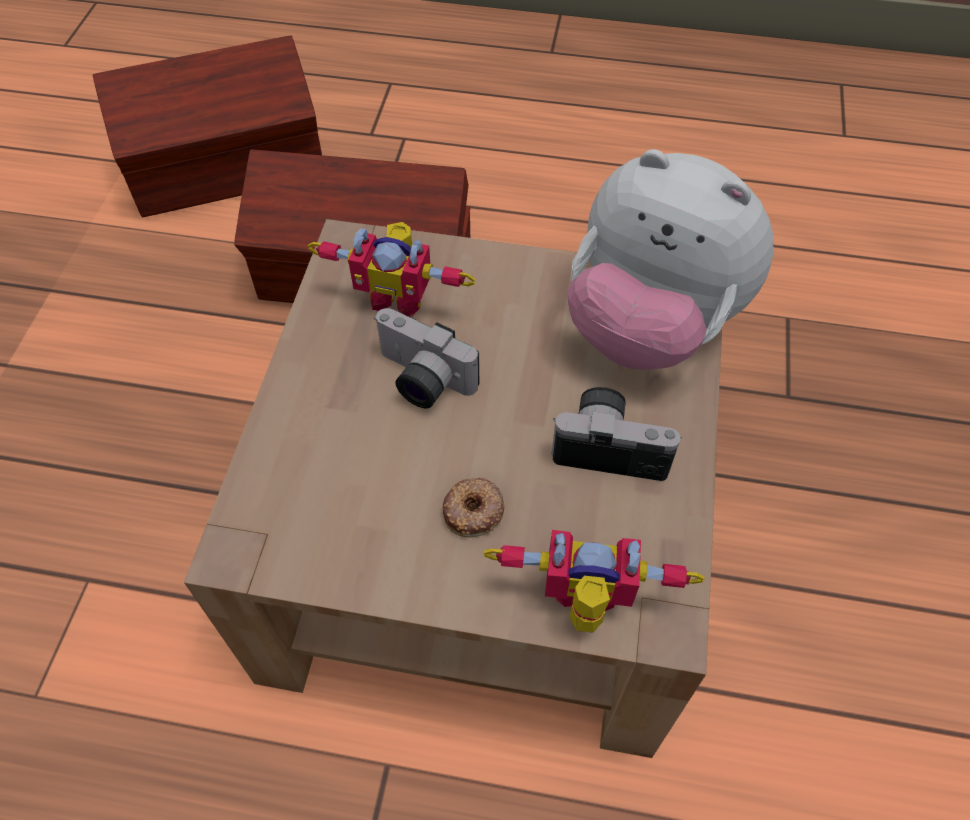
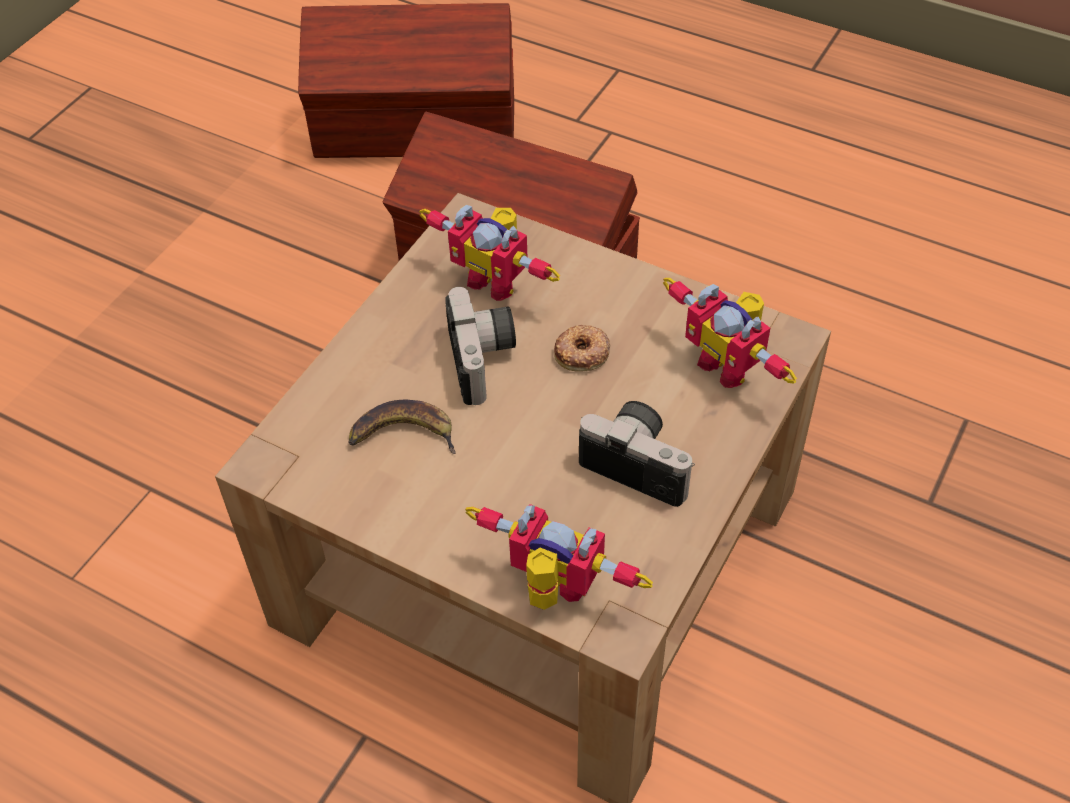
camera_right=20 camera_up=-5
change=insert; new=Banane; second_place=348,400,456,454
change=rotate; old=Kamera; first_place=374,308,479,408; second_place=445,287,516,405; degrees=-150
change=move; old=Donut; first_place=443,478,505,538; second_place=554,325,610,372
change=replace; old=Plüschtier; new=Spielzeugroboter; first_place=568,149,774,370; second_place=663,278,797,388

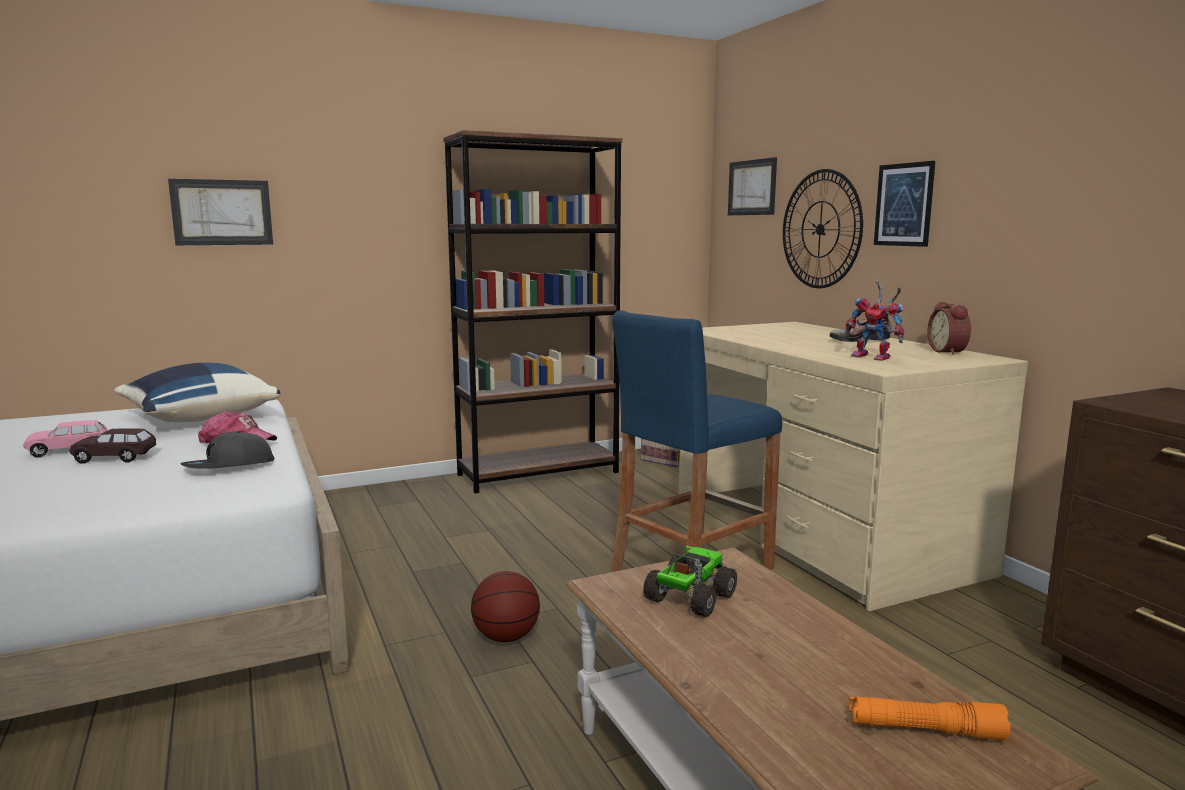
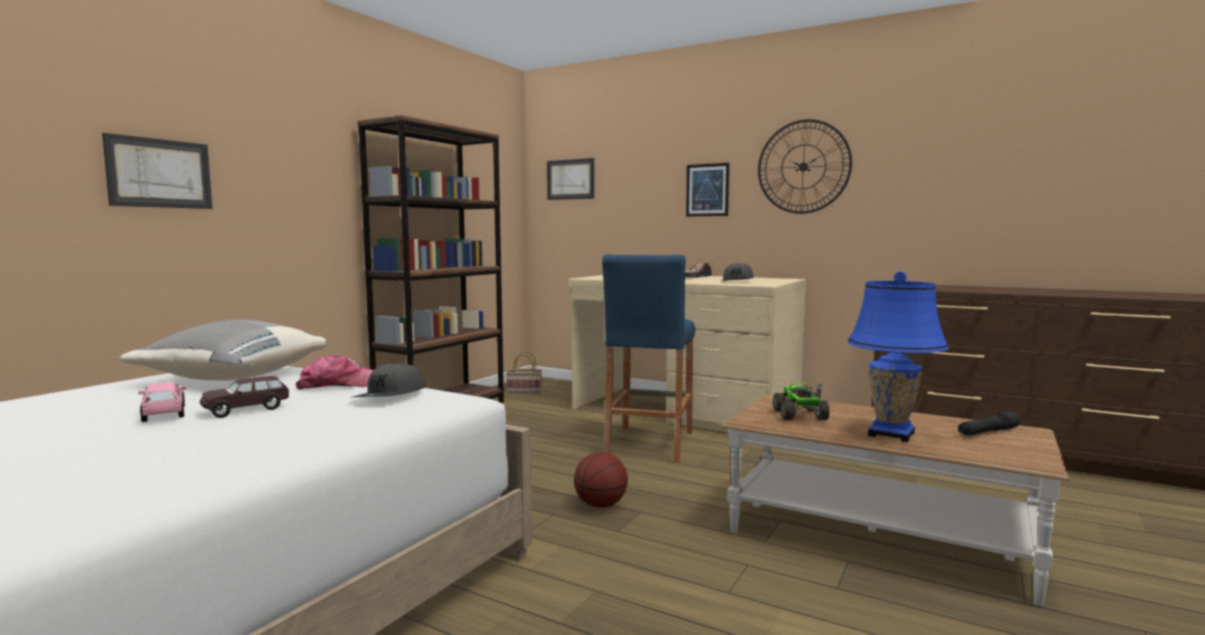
camera_right=-35 camera_up=-5
change=recolor; old=Kissen/blau; new=Kissen/grau; first_place=114,363,281,423; second_place=119,320,328,381
change=rotate; old=Spielzeugauto/rosa; first_place=23,420,108,458; second_place=138,382,186,422; degrees=120
change=replace; old=Spielzeugroboter; new=Kappe/grau; first_place=844,280,905,361; second_place=722,263,754,281
change=move; old=Wanduhr; first_place=783,169,863,288; second_place=758,119,852,214
change=insert; new=Tischlampe/blau; second_place=847,271,949,442
change=recolor; old=Taschenlampe/orange; new=Taschenlampe/schwarz; first_place=849,696,1011,740; second_place=958,411,1020,436
change=delete; old=Wecker; first_place=928,302,971,355

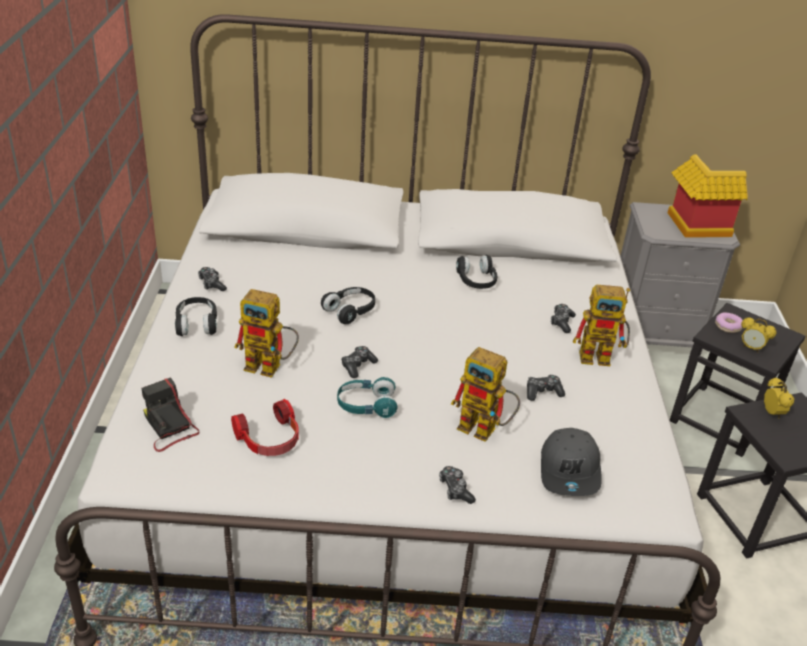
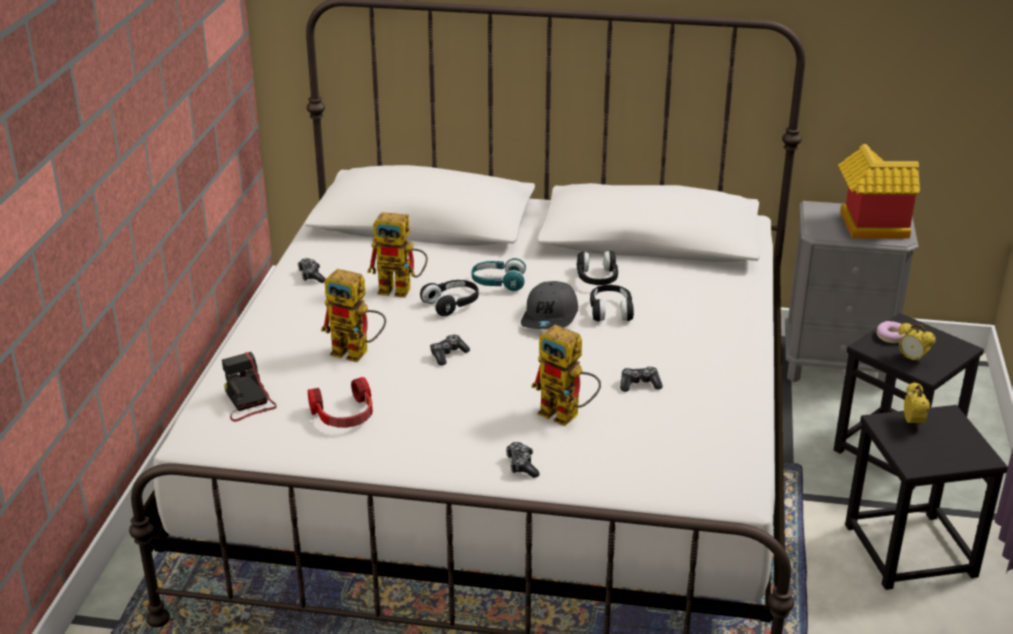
camera_right=10 camera_up=-5
change=move; old=Spielzeugroboter; first_place=573,284,630,366; second_place=367,212,428,298
change=move; old=Kopfhörer/türkis; first_place=337,377,397,418; second_place=471,258,526,291
change=move; old=Kappe/grau; first_place=541,428,602,496; second_place=521,281,578,329
change=move; old=Kopfhörer/schwarz; first_place=175,297,217,336; second_place=590,285,634,322
change=delete; old=Gamepad; first_place=551,304,576,333

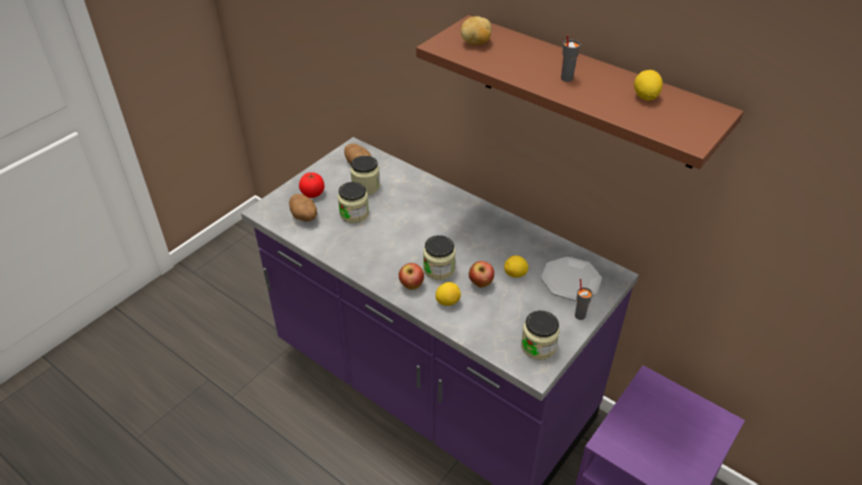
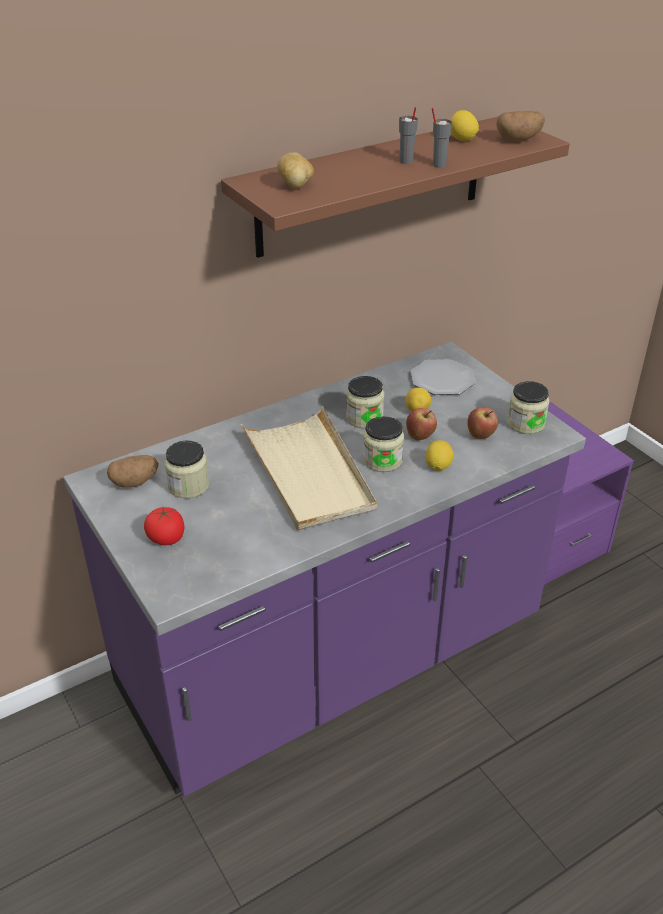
camera_right=-70 camera_up=-5
change=insert; new=Tablett/beige; second_place=241,406,377,530
change=move; old=Vorratsglas; first_place=338,182,369,223; second_place=346,376,384,428
change=move; old=Tasse/grau; first_place=575,279,593,320; second_place=432,108,452,167
change=move; old=Apfel; first_place=399,263,424,290; second_place=467,407,498,439
change=move; old=Kartoffel; first_place=289,194,317,222; second_place=496,111,545,142

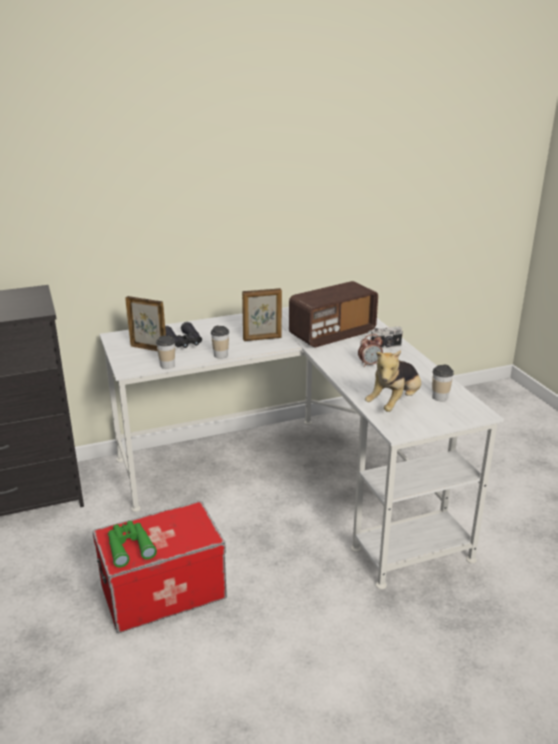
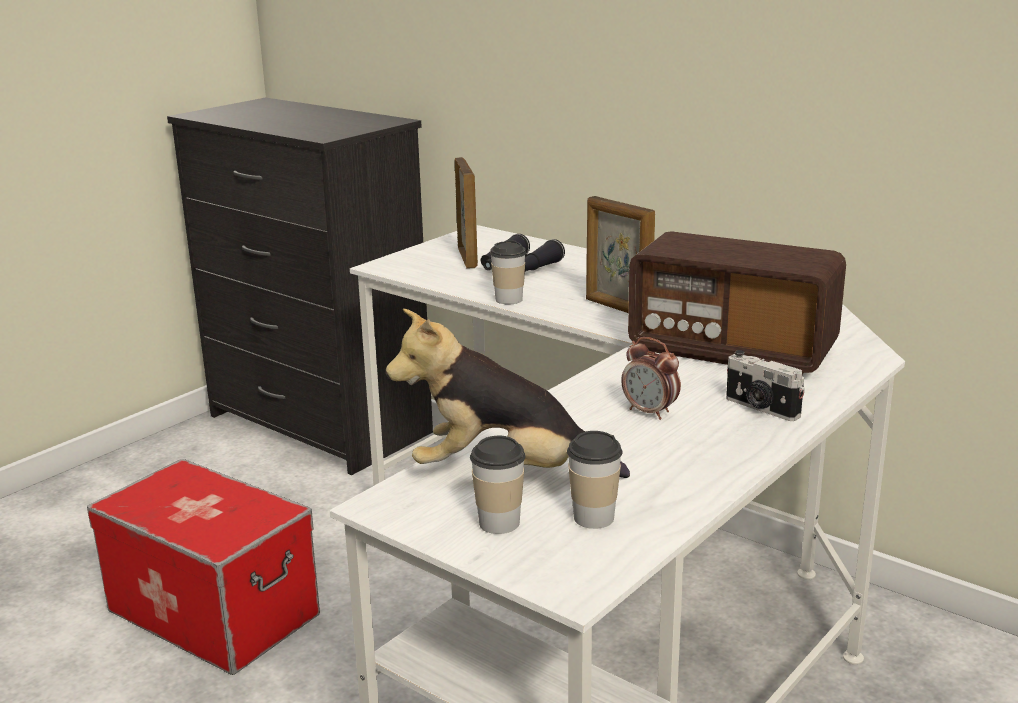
camera_right=60 camera_up=-5
change=move; old=Tasse; first_place=156,335,175,369; second_place=470,436,526,534
change=delete; old=Fernglas/grün; first_place=108,521,157,567

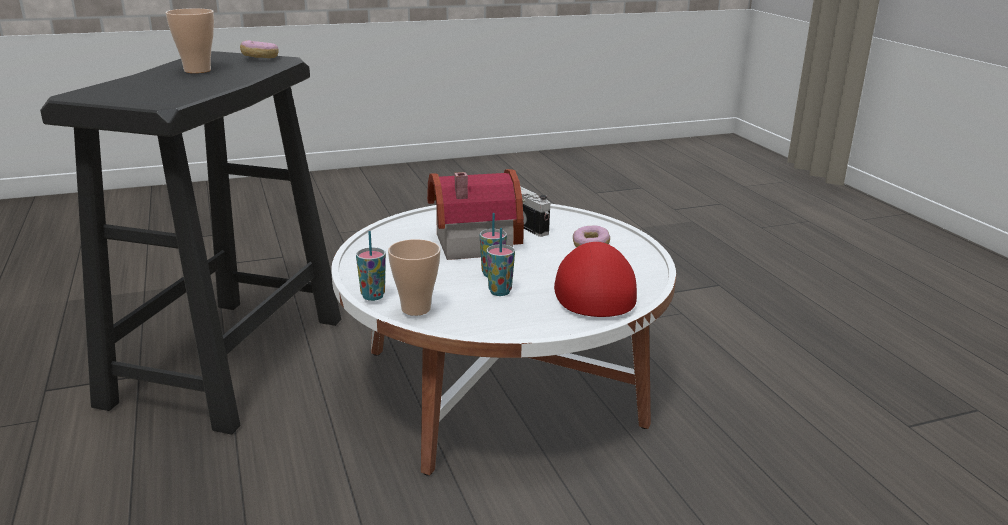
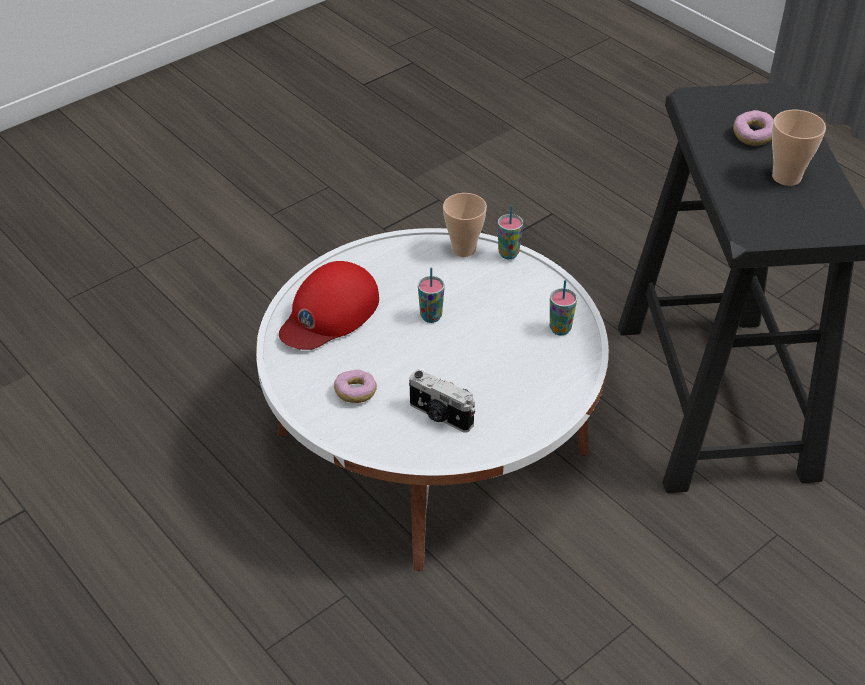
camera_right=160 camera_up=20
change=rotate; old=Kappe/rot; first_place=554,242,637,317; second_place=279,261,379,350; degrees=60
change=move; old=Tasse; first_place=486,228,515,296; second_place=550,280,577,335
change=move; old=Donut; first_place=240,40,279,58; second_place=733,110,774,146
change=delete; old=Spielzeughaus; first_place=427,169,524,260

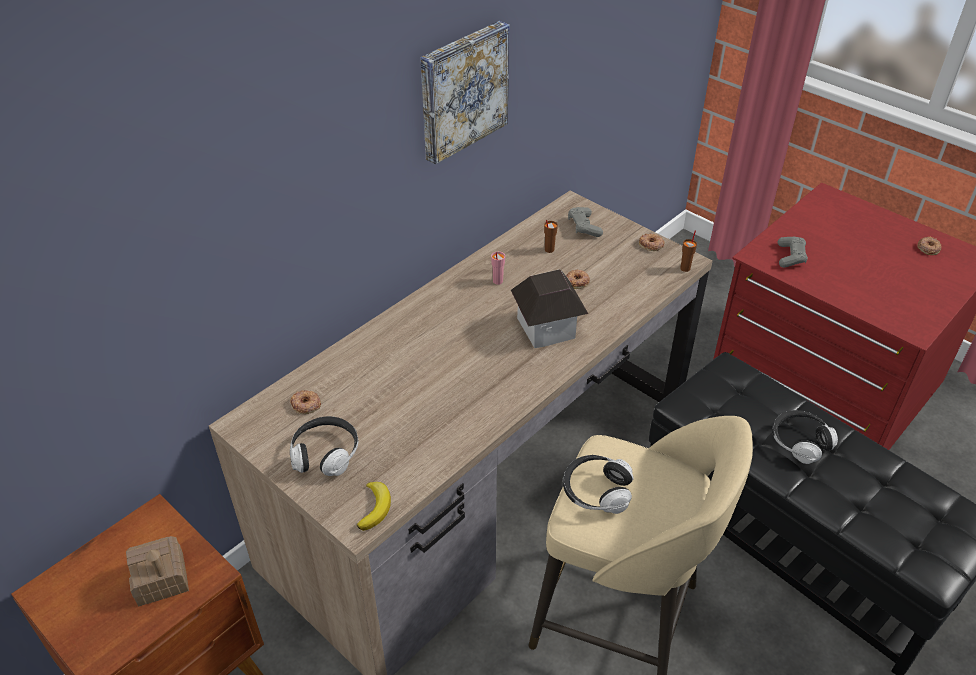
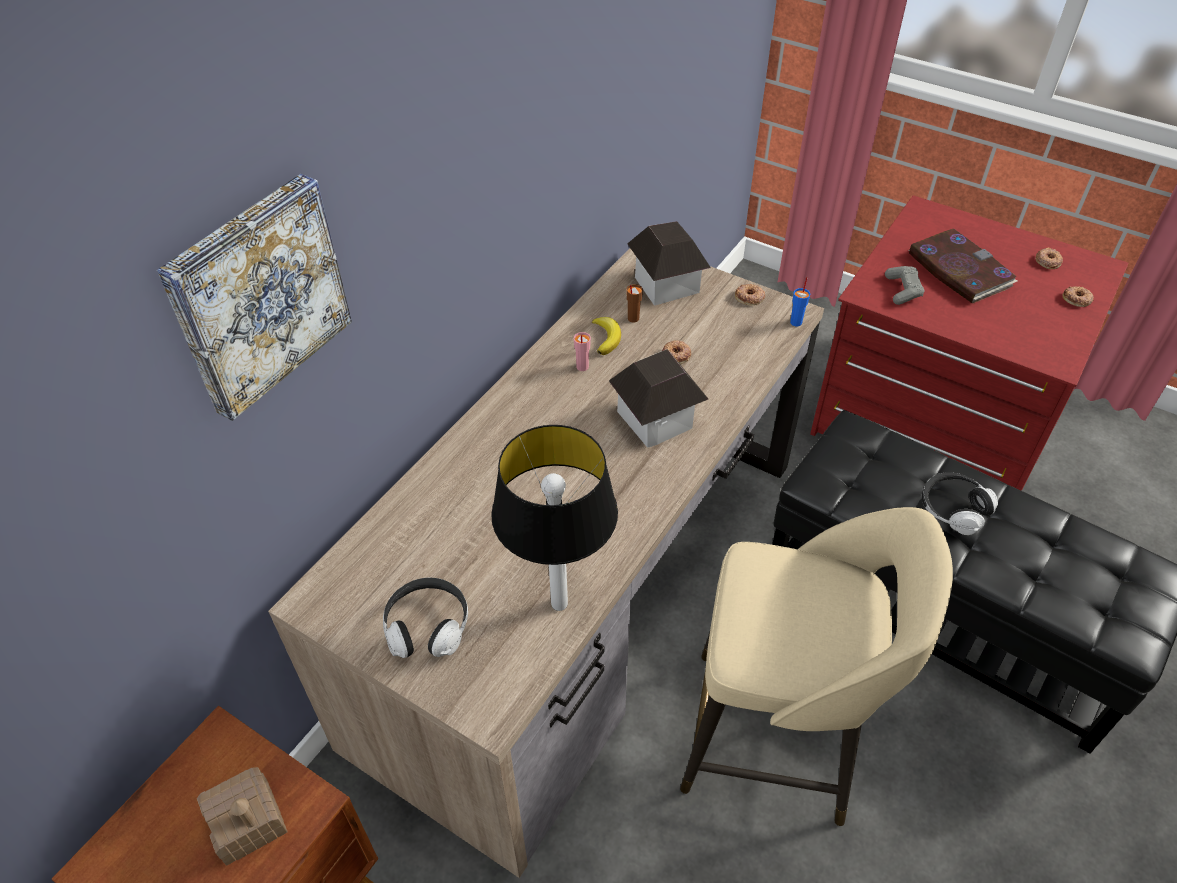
camera_right=-10 camera_up=5
change=move; old=Bild; first_place=421,21,509,164; second_place=157,174,352,421
change=insert; new=Tischlampe; second_place=491,425,618,611
change=move; old=Banane; first_place=357,482,391,531; second_place=592,317,621,355
change=replace; old=Gamepad/grau; new=Spielzeughaus; first_place=568,207,603,237; second_place=627,221,711,306
change=recolor; old=Tasse/braun; new=Tasse/blau; first_place=680,230,697,272; second_place=790,277,810,326
change=insert; new=Buch; second_place=909,228,1018,303
change=move; old=Donut; first_place=290,390,321,414; second_place=1062,286,1094,307
change=delete; old=Kopfhörer; first_place=563,455,633,514

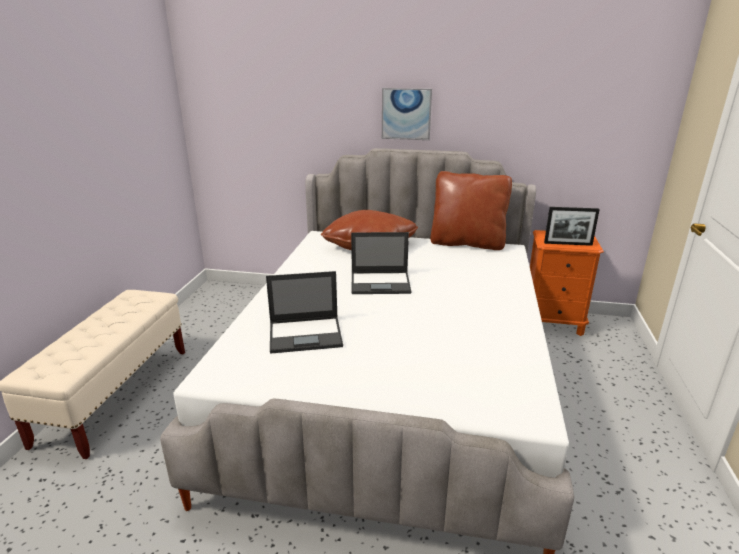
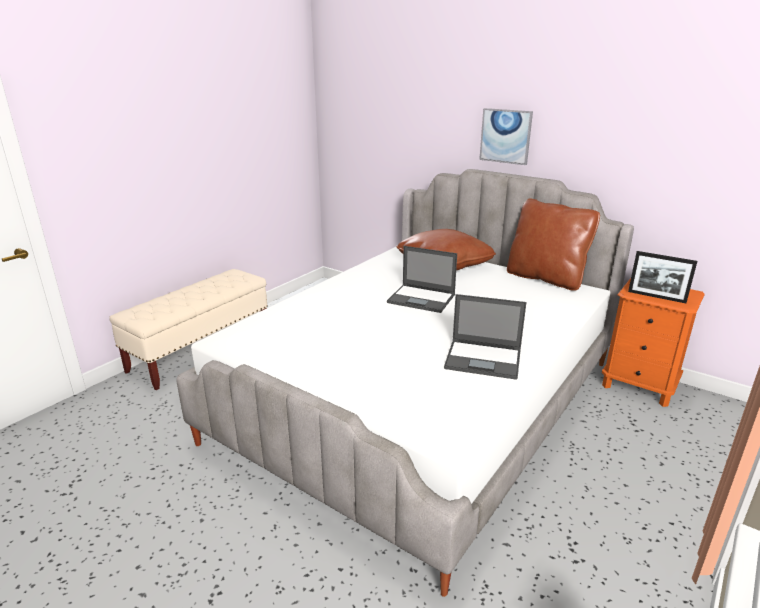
camera_right=25 camera_up=0
change=move; old=Laptop; first_place=266,271,343,353; second_place=444,294,527,380

